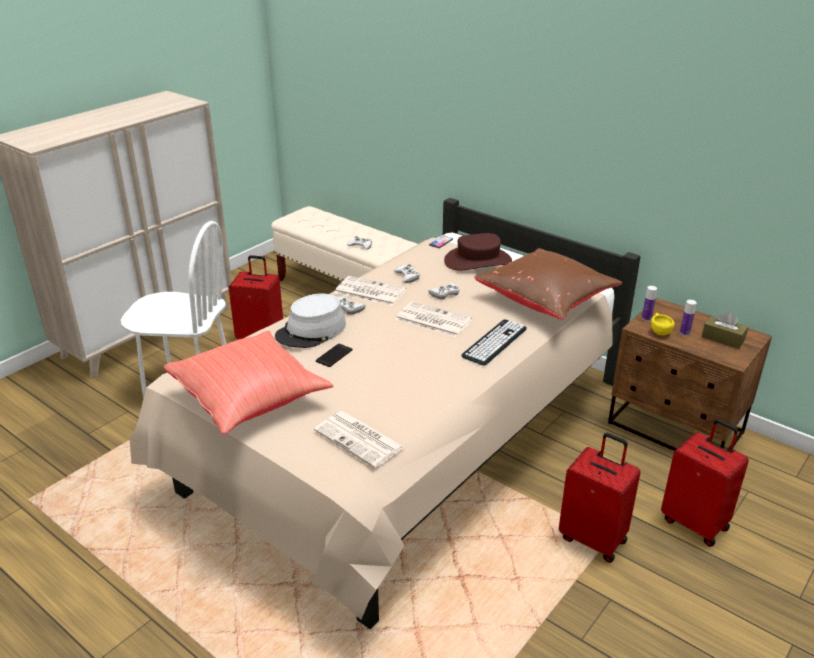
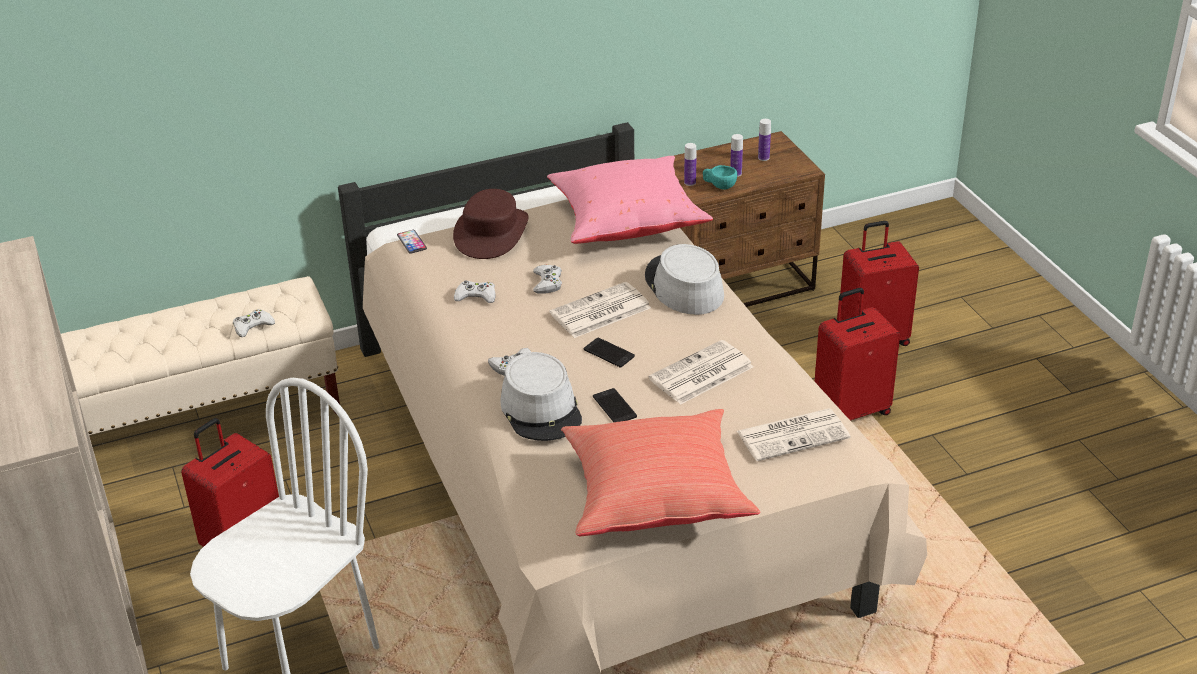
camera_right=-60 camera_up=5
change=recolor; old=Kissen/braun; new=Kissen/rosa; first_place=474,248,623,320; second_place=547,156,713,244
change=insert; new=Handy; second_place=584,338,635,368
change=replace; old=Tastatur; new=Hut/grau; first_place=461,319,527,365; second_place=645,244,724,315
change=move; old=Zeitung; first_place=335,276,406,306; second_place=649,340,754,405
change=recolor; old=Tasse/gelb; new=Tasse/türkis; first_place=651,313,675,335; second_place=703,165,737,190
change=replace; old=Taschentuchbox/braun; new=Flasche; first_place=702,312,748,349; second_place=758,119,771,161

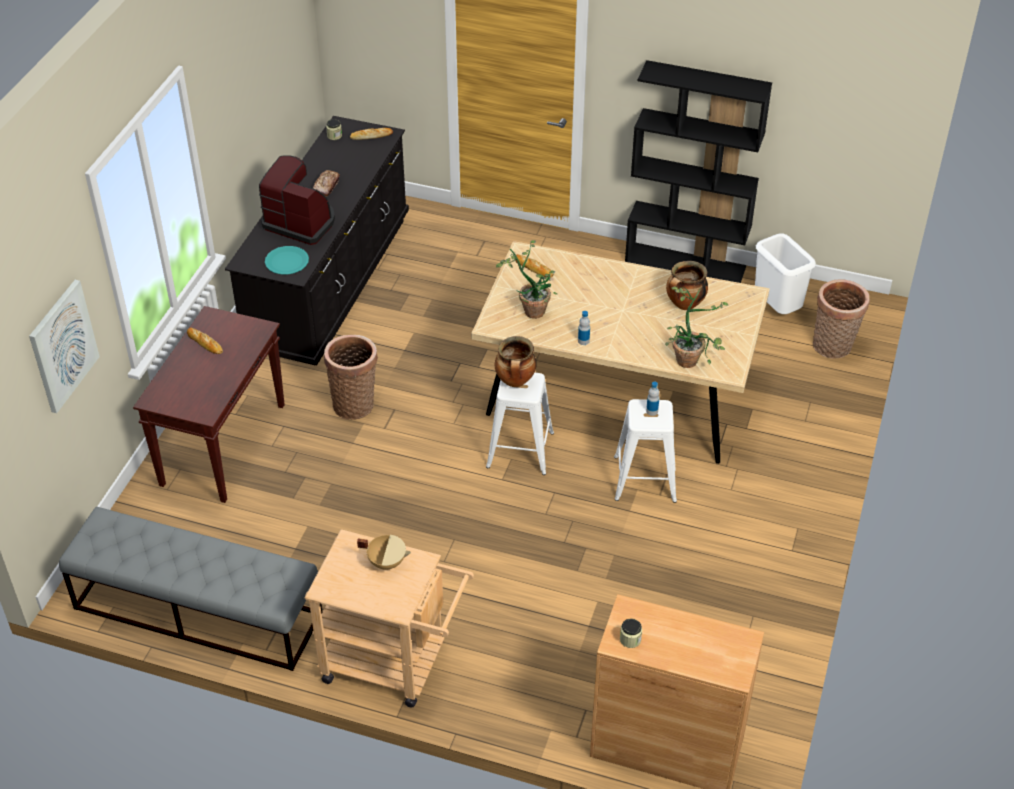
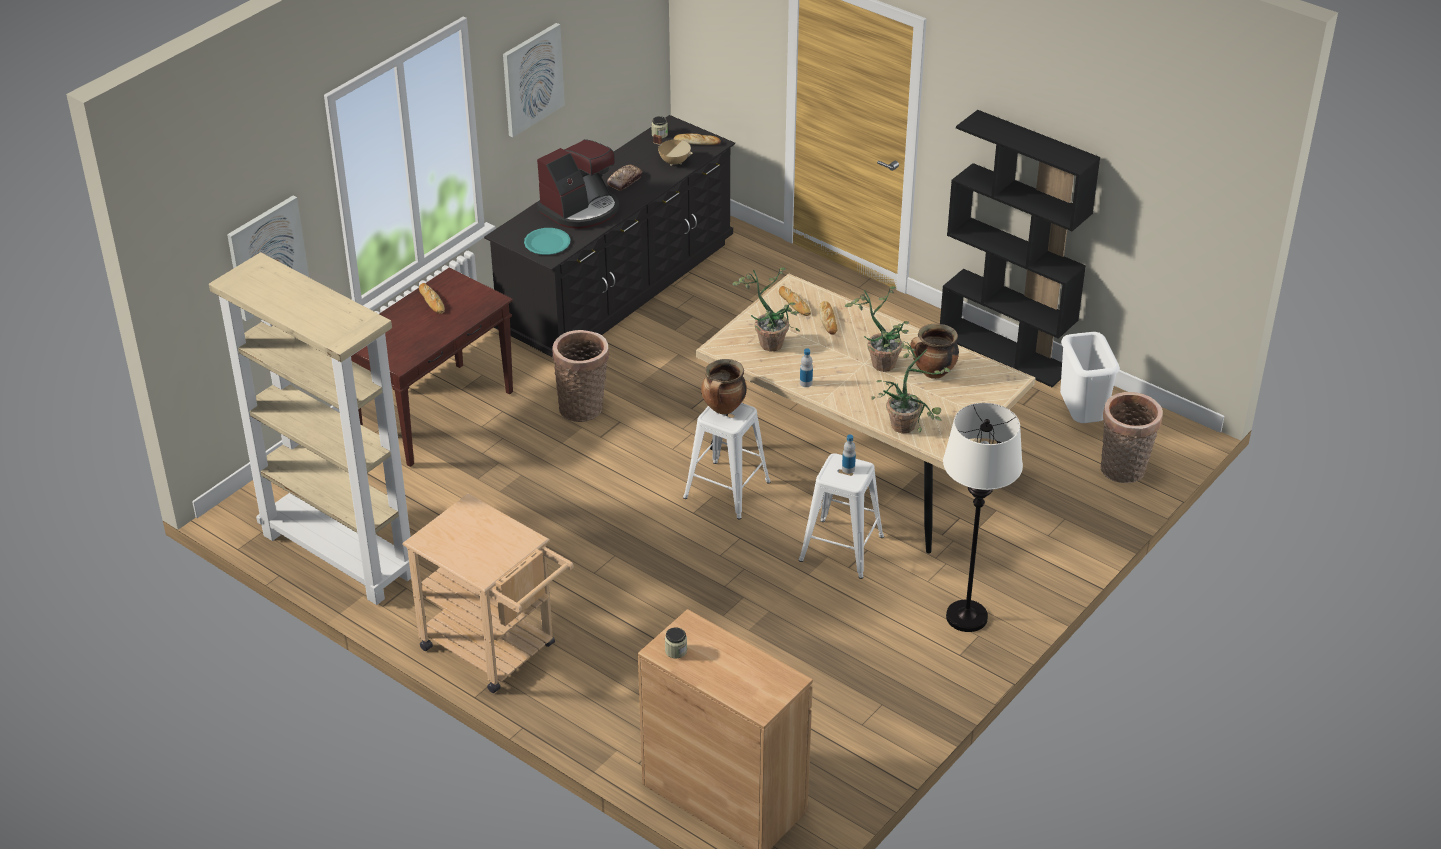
camera_right=20 camera_up=-5
change=replace; old=Bank/grau; new=Bücherregal/beige; first_place=59,507,322,671; second_place=209,252,411,605
change=insert; new=Bild; second_place=503,23,565,137
change=rotate; old=Kaffeemaschine; first_place=259,155,335,245; second_place=537,139,619,229; degrees=90
change=move; old=Kochtopf/beige; first_place=357,535,411,570; second_place=653,134,693,166
change=insert; new=Brot; second_place=819,301,837,335
change=insert; new=Topfpflanze; second_place=845,286,910,372
change=insert; new=Stehlampe/weiß; second_place=943,403,1023,632

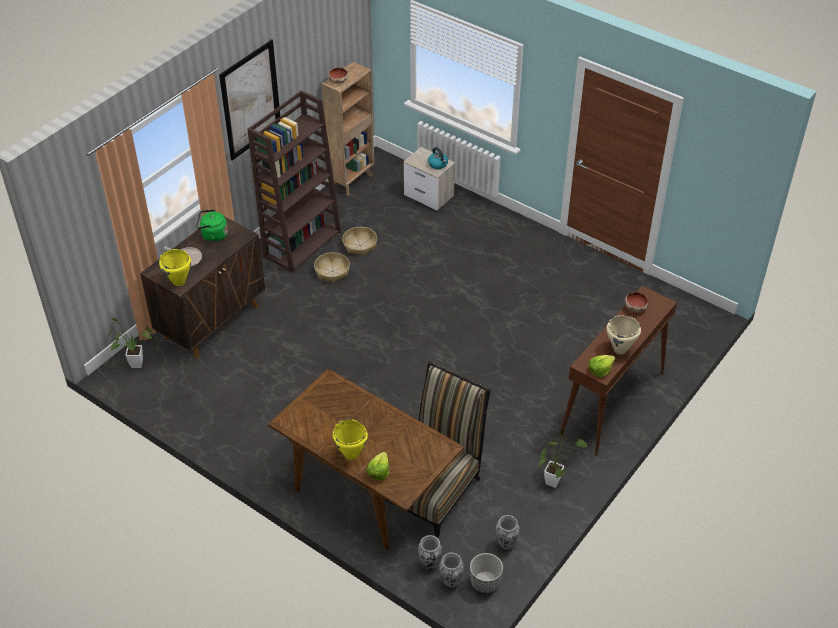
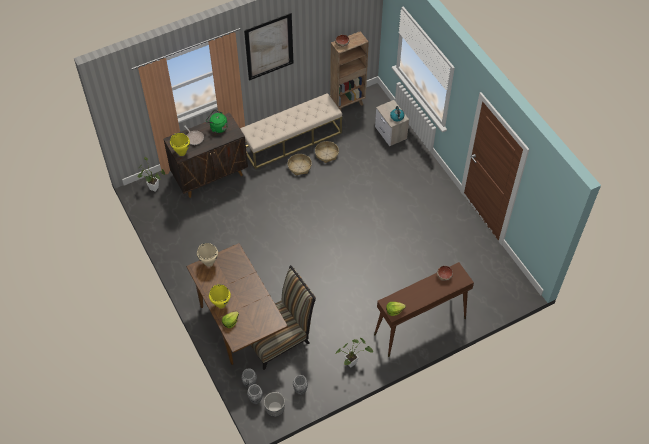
camera_right=25 camera_up=10
change=move; old=Kochtopf/beige; first_place=606,315,641,354; second_place=197,243,218,267
change=replace; old=Bücherregal/braun; new=Bank/beige; first_place=247,90,341,273; second_place=240,93,342,169

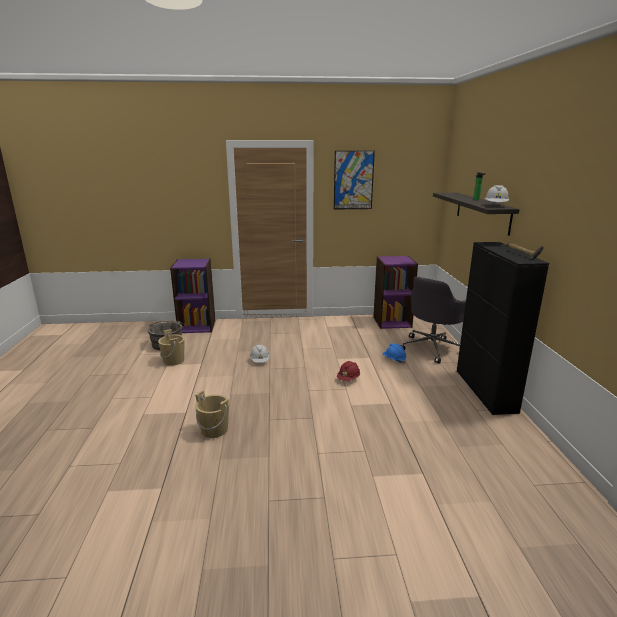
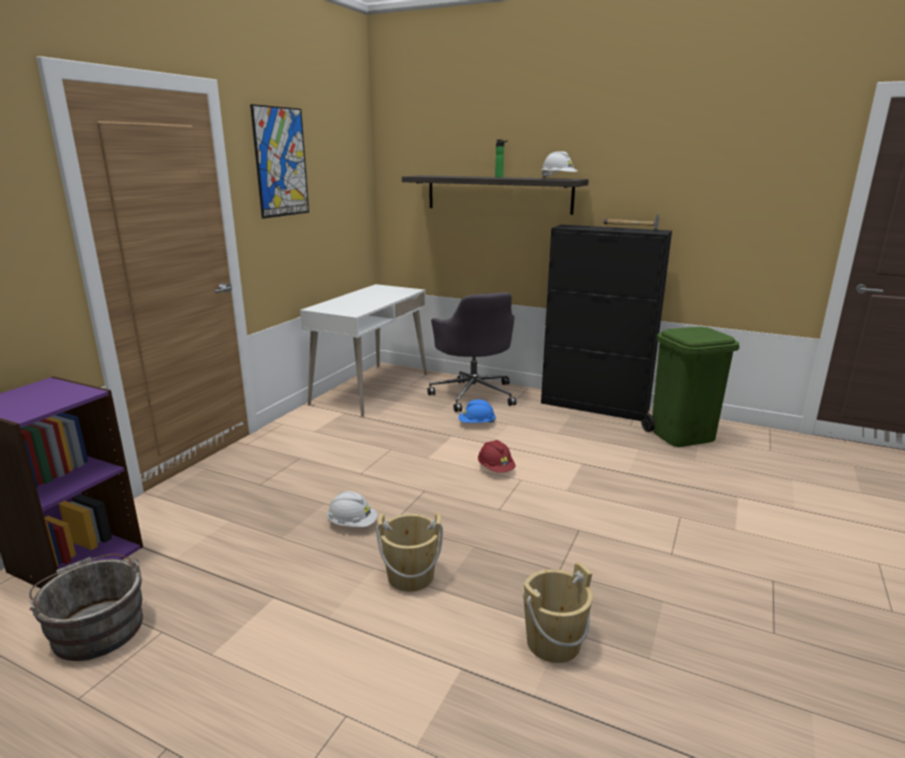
camera_right=-60 camera_up=0
change=replace; old=Bücherregal/lila; new=Schreibtisch/weiß; first_place=373,256,418,329; second_place=300,284,427,417
change=move; old=Eimer/beige; first_place=158,329,185,366; second_place=376,513,443,592
change=insert; new=Mülleimer/grün; second_place=641,327,740,447

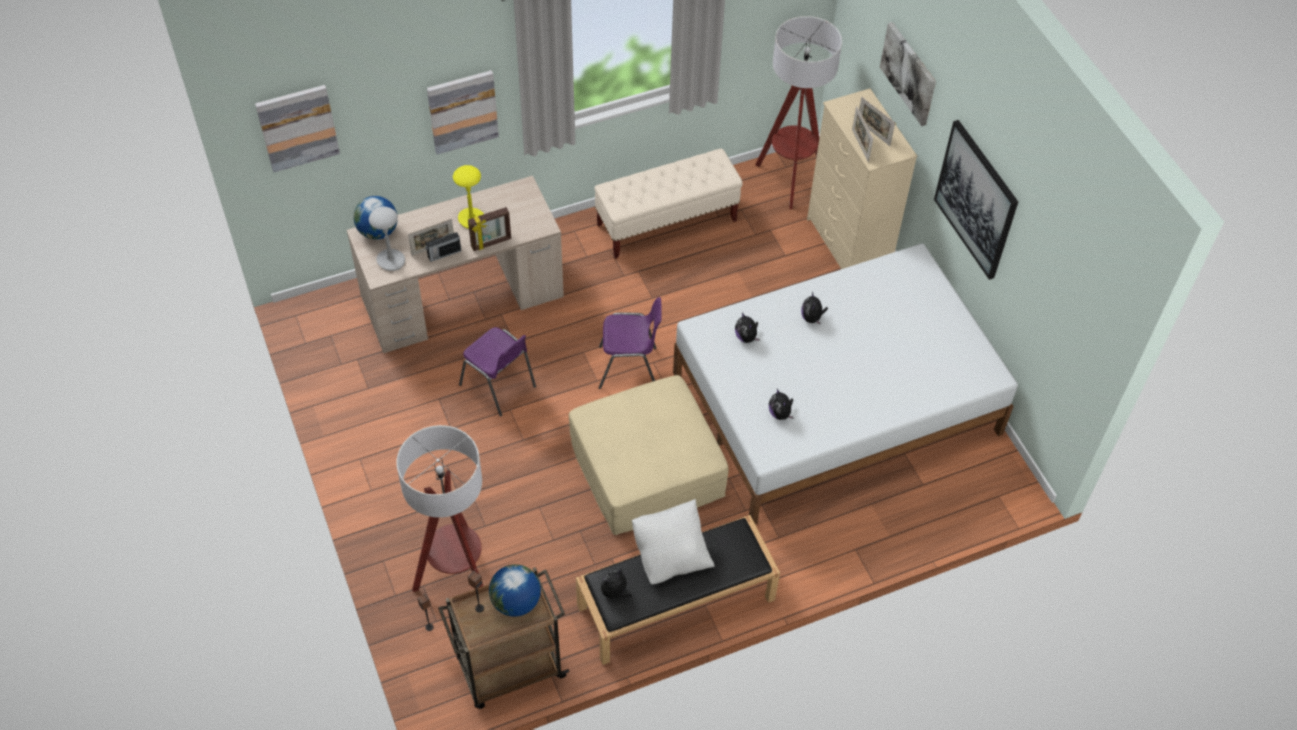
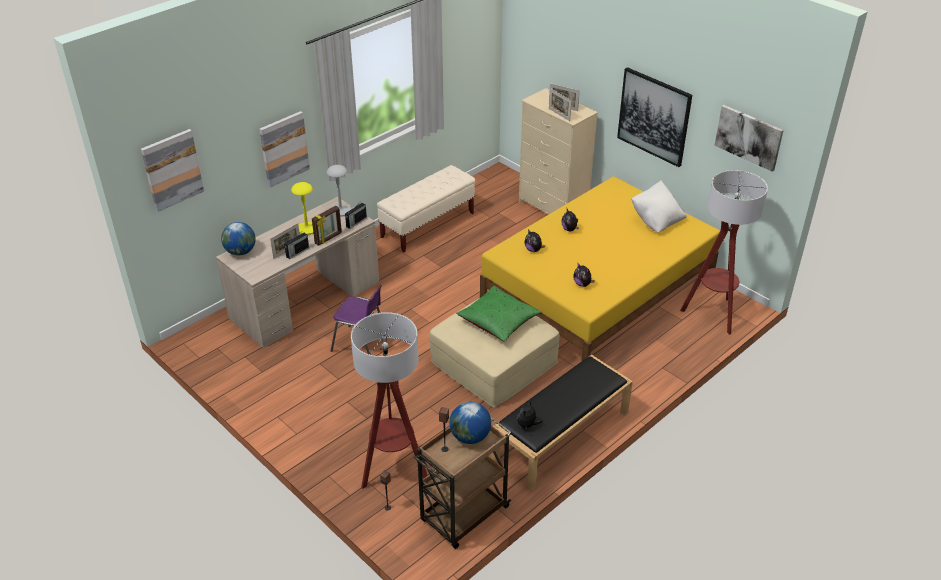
camera_right=-20 camera_up=-15
change=move; old=Tischlampe/grau; first_place=369,207,405,271; second_place=326,165,351,217
change=insert; new=Radio; second_place=345,203,367,229
change=insert; new=Kissen/grün; second_place=456,286,541,342
change=recolor; old=Bett/weiß; new=Bett/gelb; first_place=673,243,1018,524; second_place=480,177,720,362
change=move; old=Kissen/weiß; first_place=632,499,715,584; second_place=631,181,687,232
change=move; old=Stehlampe; first_place=755,16,842,209; second_place=681,170,768,335
change=move; old=Bild; first_place=880,22,936,126; second_place=714,105,784,172
change=delete; old=Stuhl/lila; first_place=599,297,662,389

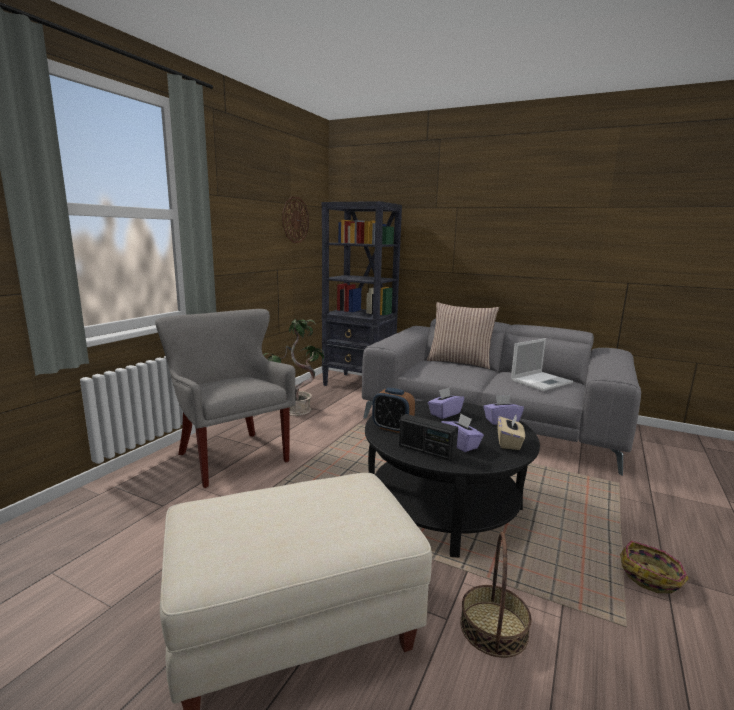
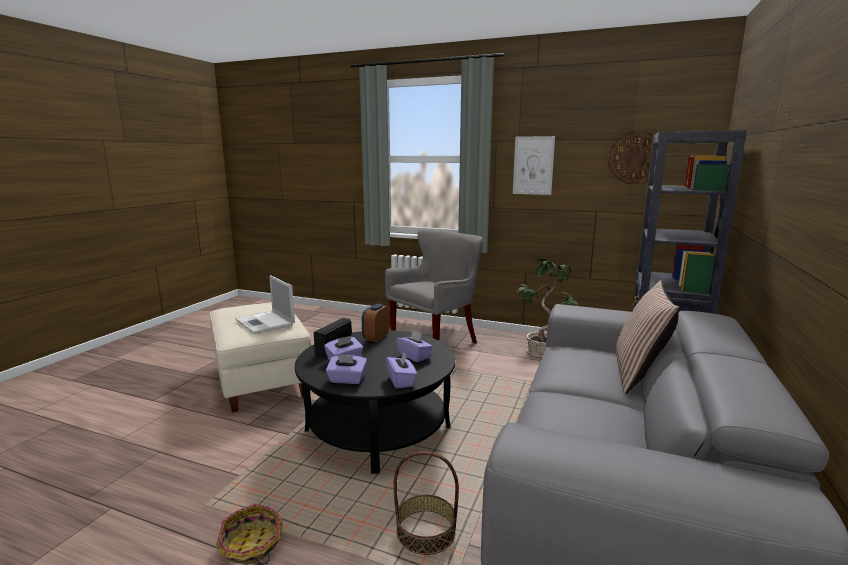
camera_right=85 camera_up=0
change=move; old=Laptop; first_place=511,338,573,391; second_place=236,275,295,334
change=recolor; old=Taschentuchbox/beige; new=Taschentuchbox/lila; first_place=498,415,525,450; second_place=326,354,367,384
change=move; old=Korb; first_place=460,532,531,658; second_place=394,451,459,555
change=insert; new=Bild; second_place=513,136,555,195

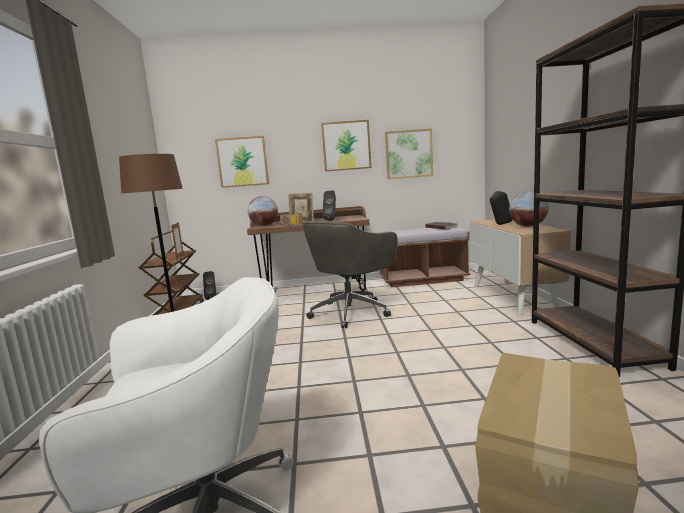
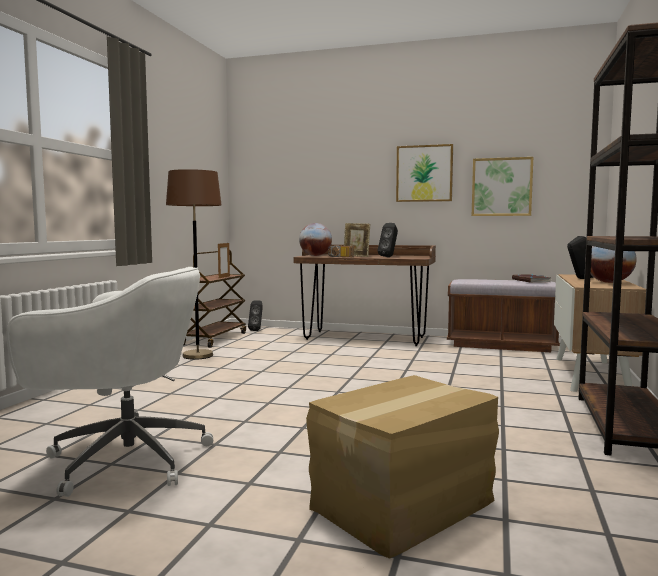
camera_right=20 camera_up=-5
change=delete; old=Bild; first_place=215,136,269,188
change=delete; old=Bürostuhl/grau; first_place=302,222,398,328

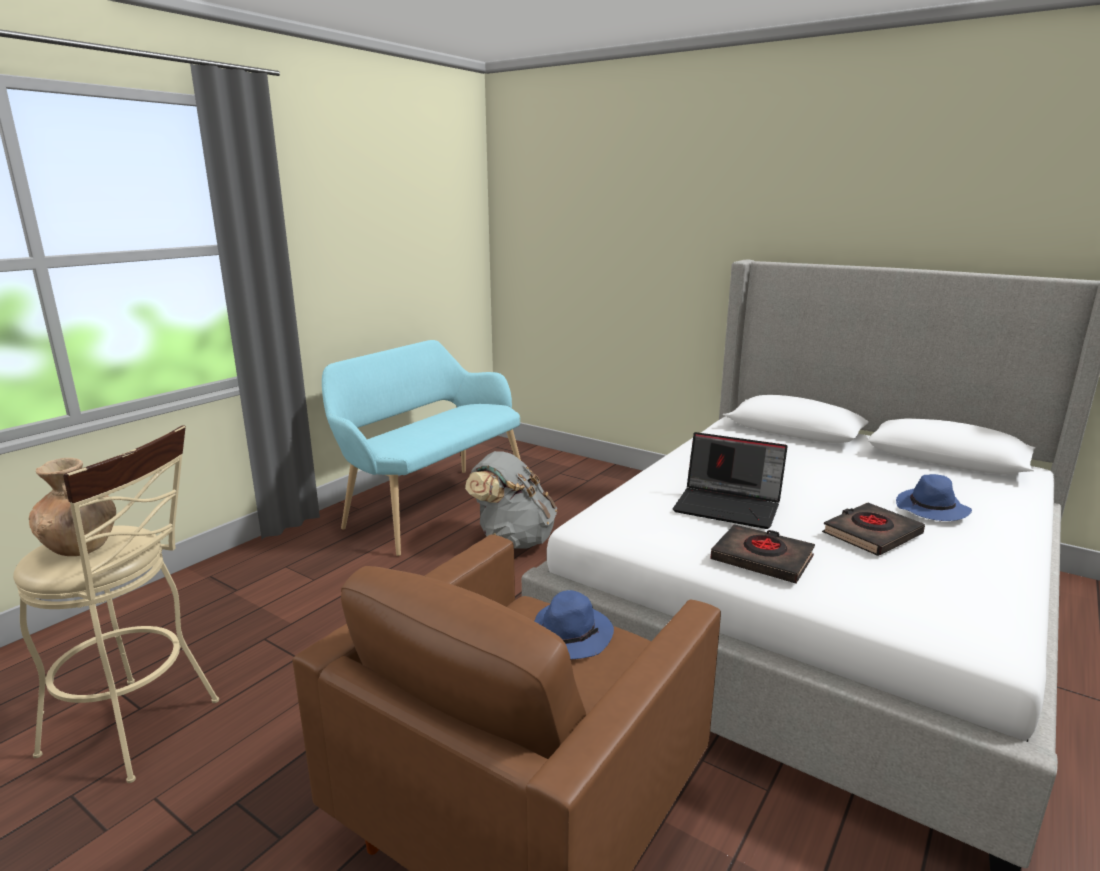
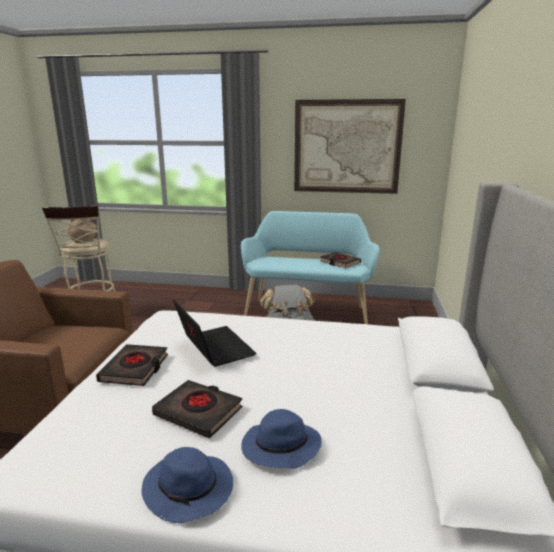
camera_right=65 camera_up=0
change=move; old=Hut/blau; first_place=534,590,614,659; second_place=142,447,233,523
change=rotate; old=Laptop; first_place=673,432,788,529; second_place=173,300,256,367; degrees=150
change=insert; new=Bild; second_place=294,99,406,194
change=insert; new=Buch/schwarz; second_place=320,252,361,268

